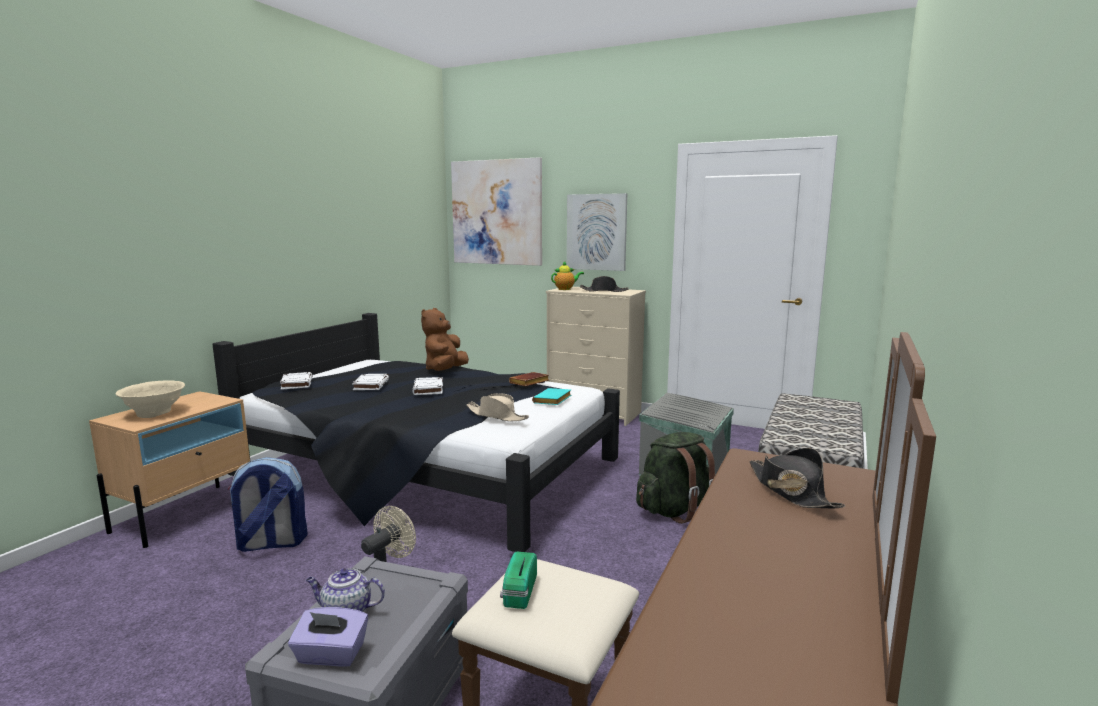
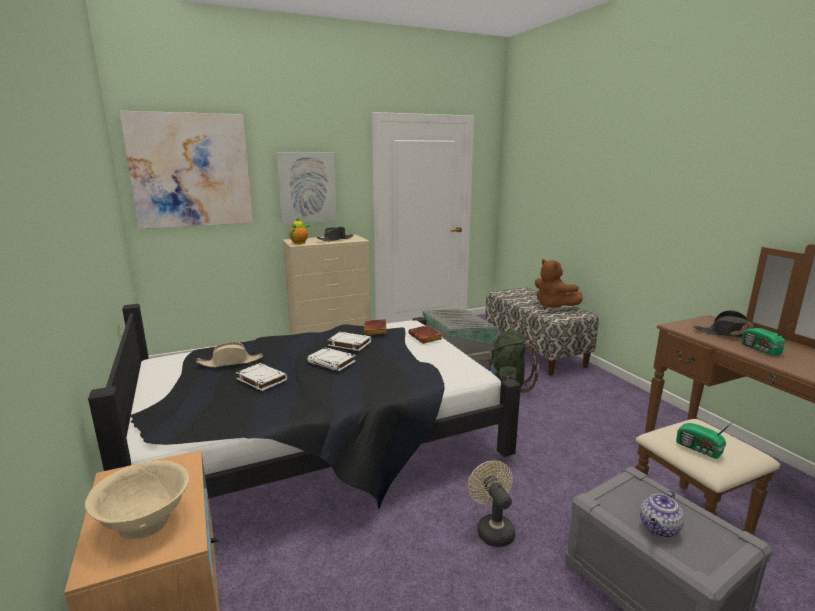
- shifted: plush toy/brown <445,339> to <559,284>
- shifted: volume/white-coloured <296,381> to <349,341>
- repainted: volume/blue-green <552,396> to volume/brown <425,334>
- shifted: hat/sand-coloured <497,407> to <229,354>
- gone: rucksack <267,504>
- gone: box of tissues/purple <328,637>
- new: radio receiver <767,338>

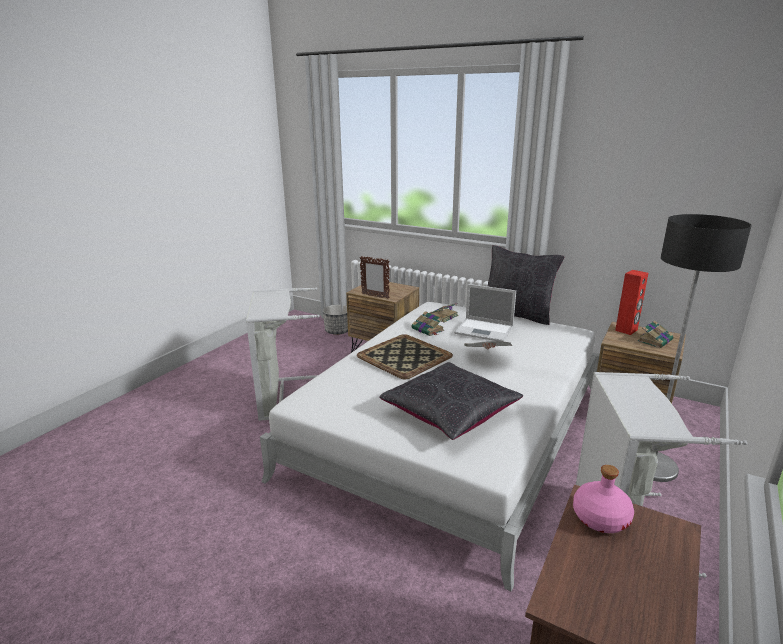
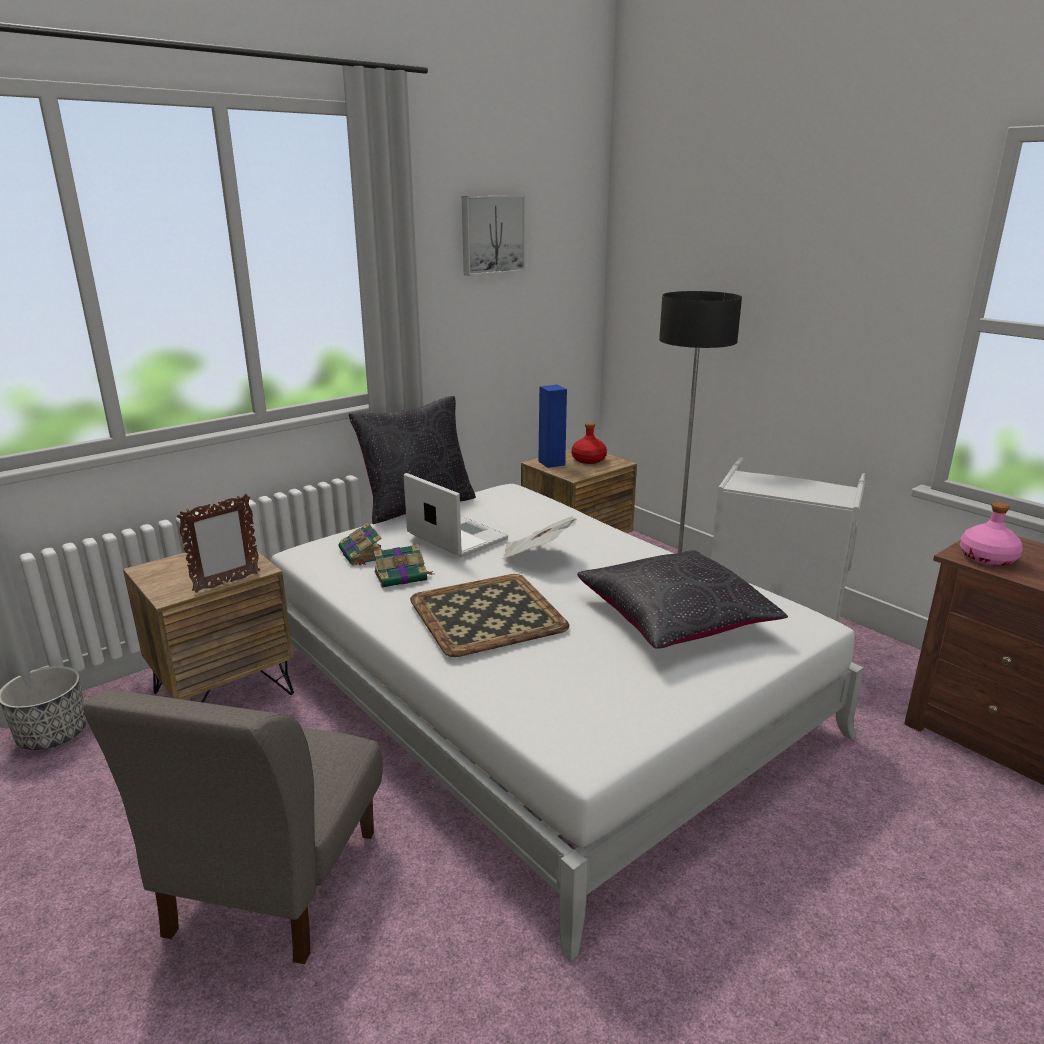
- repainted: speaker/red <631,302> to speaker/bluish <552,426>
- rotated: notebook computer <485,313> = <456,515> 90 degrees counterclockwise
- swapped: hamper/gray <283,354> to chair/gray <233,826>
- swapped: volume <655,334> to bottle/red <589,443>
- new: wall art <494,236>

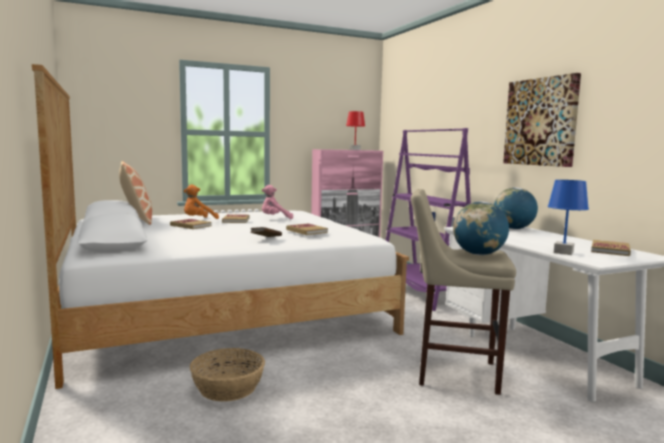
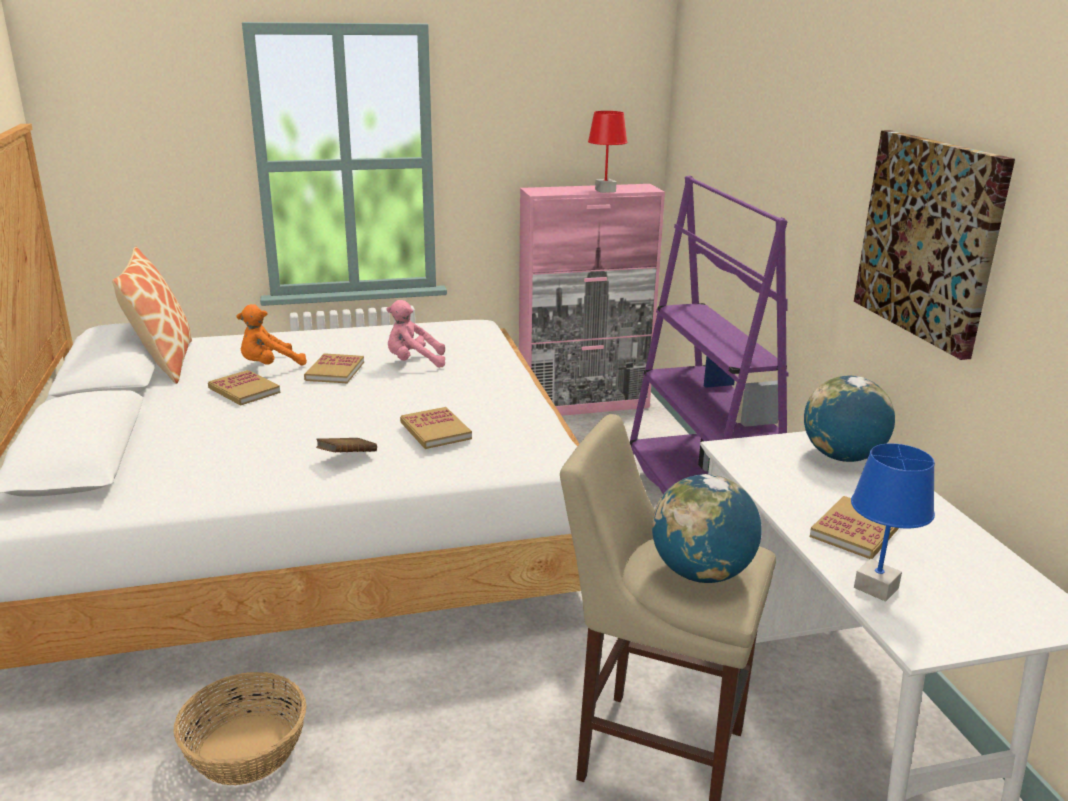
- shifted: volume <611,248> to <854,527>

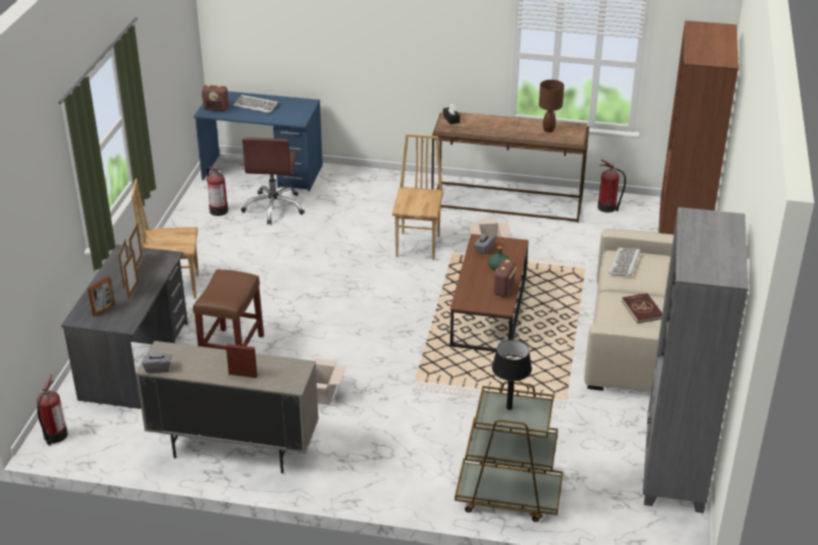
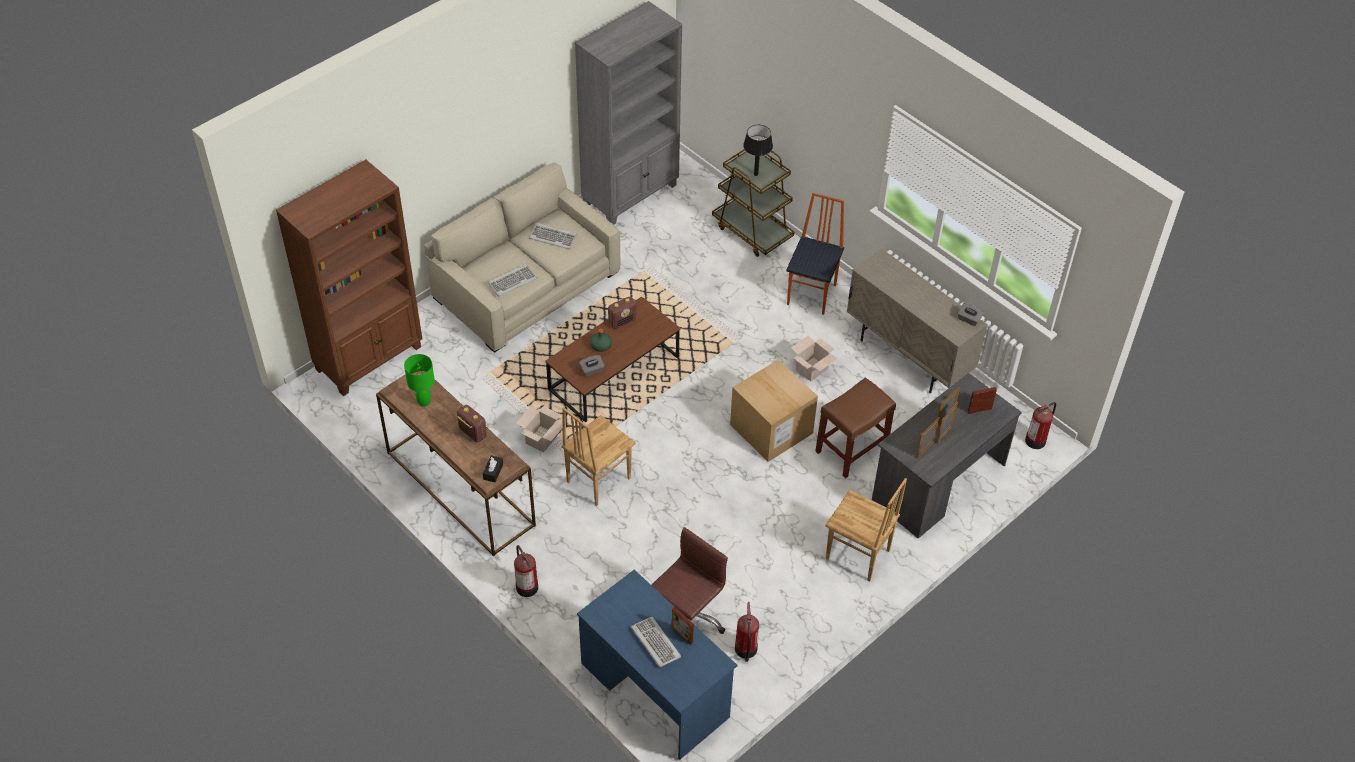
- repainted: table lamp/brown <551,106> to table lamp/greenish <419,380>
- shifted: radio receiver <215,97> to <471,423>
- shifted: fire-fighting cylinder <612,186> to <526,571>
- swapped: volume/red <642,308> to computer keyboard <553,236>
- shifted: picture frame <241,361> to <683,626>
- new: chair <815,254>
- new: carton <774,411>

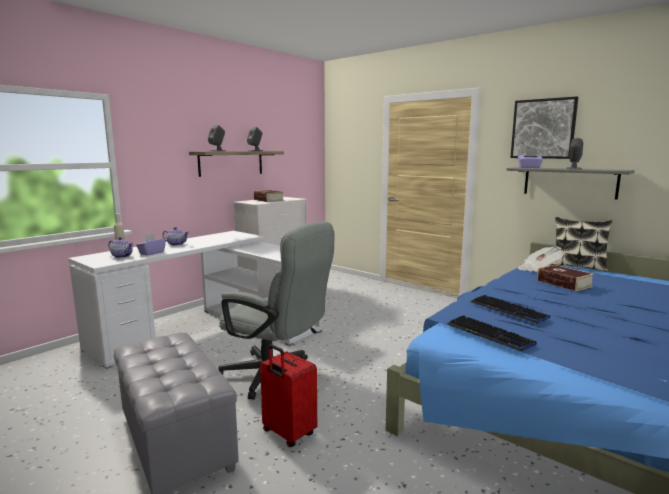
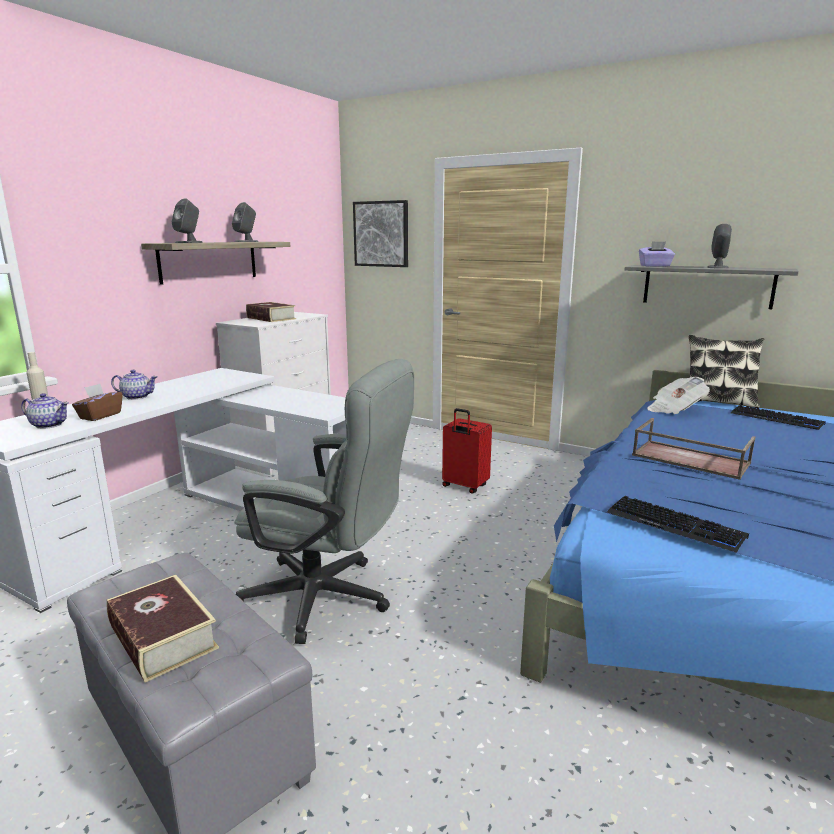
- shifted: wall art <544,128> to <380,233>
- repainted: box of tissues/purple <151,244> to box of tissues/brown <97,402>
- shifted: volume <565,278> to <163,628>
- shifted: computer keyboard <510,309> to <778,417>
- shifted: suitcase/red <288,395> to <467,451>
- new: tray/brown <693,449>

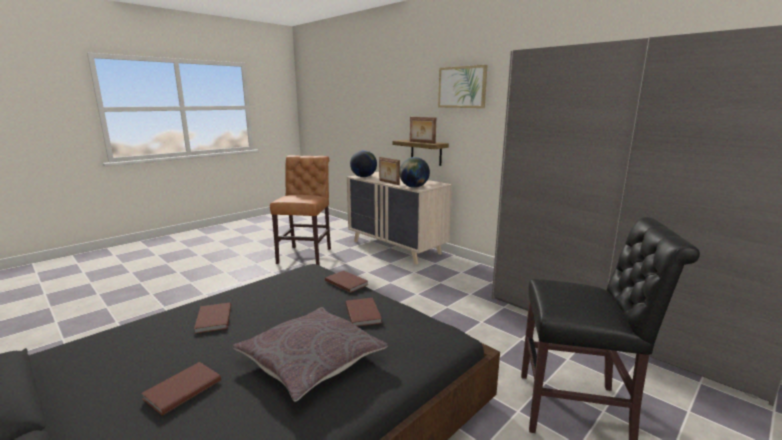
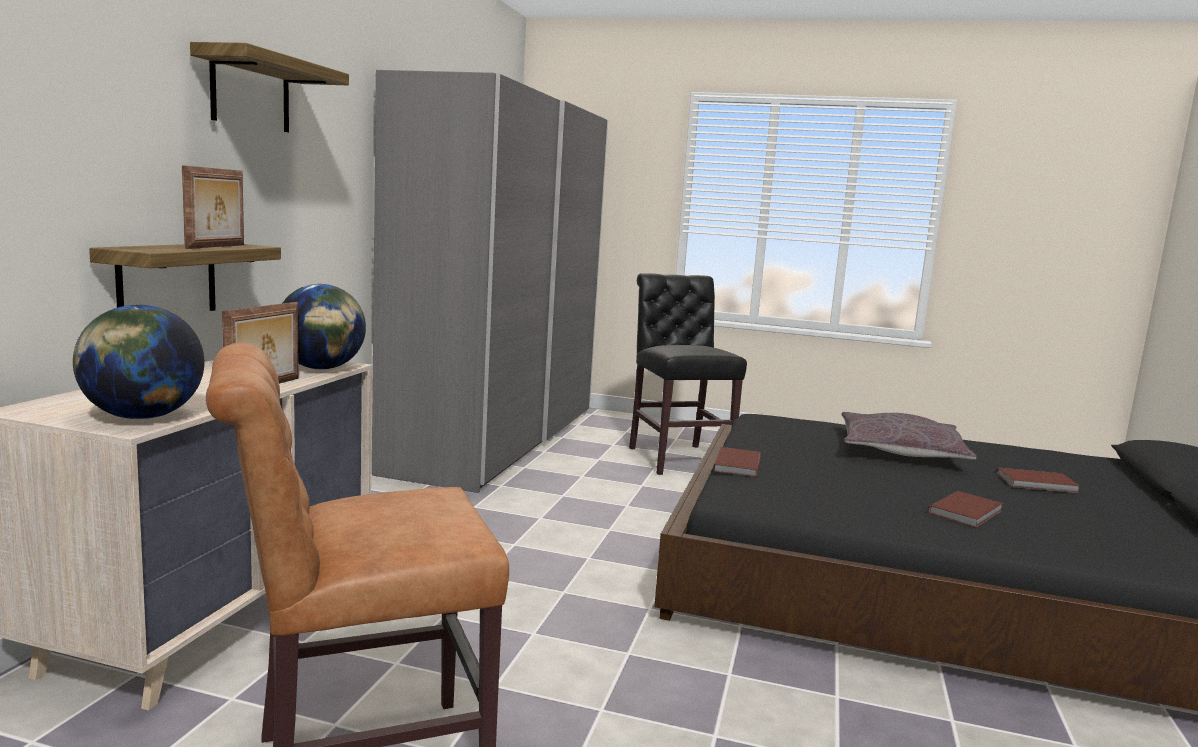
- swapped: wall art <463,86> to bracket shelf <269,87>
- gone: volume/brown <363,312>

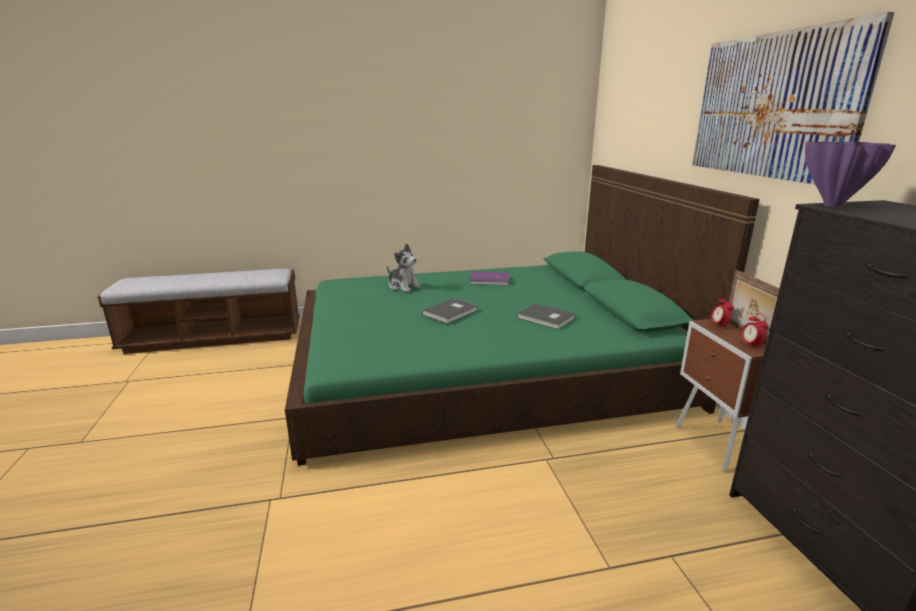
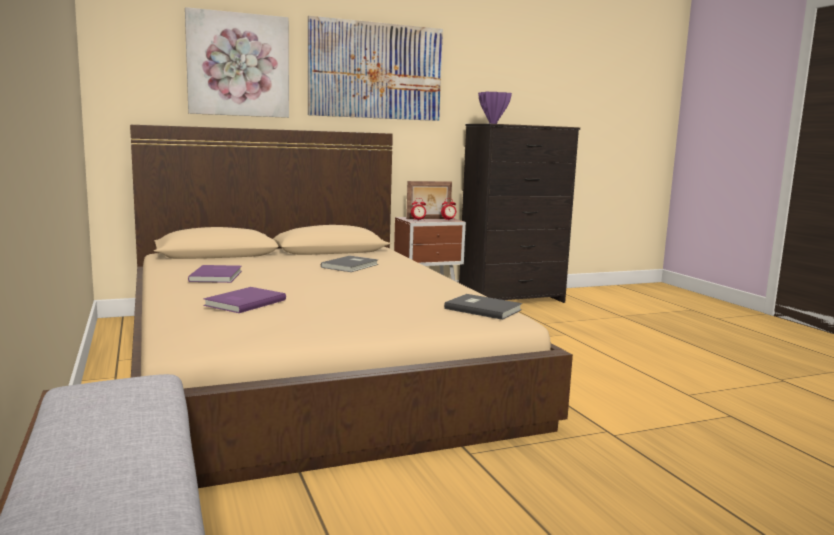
- repainted: bedroom bed/greenish <522,315> to bedroom bed/sand-coloured <351,306>
- swapped: plush toy <404,268> to volume/purple <244,300>
- shifted: volume/gray <449,311> to <483,307>
- new: wall art <237,62>

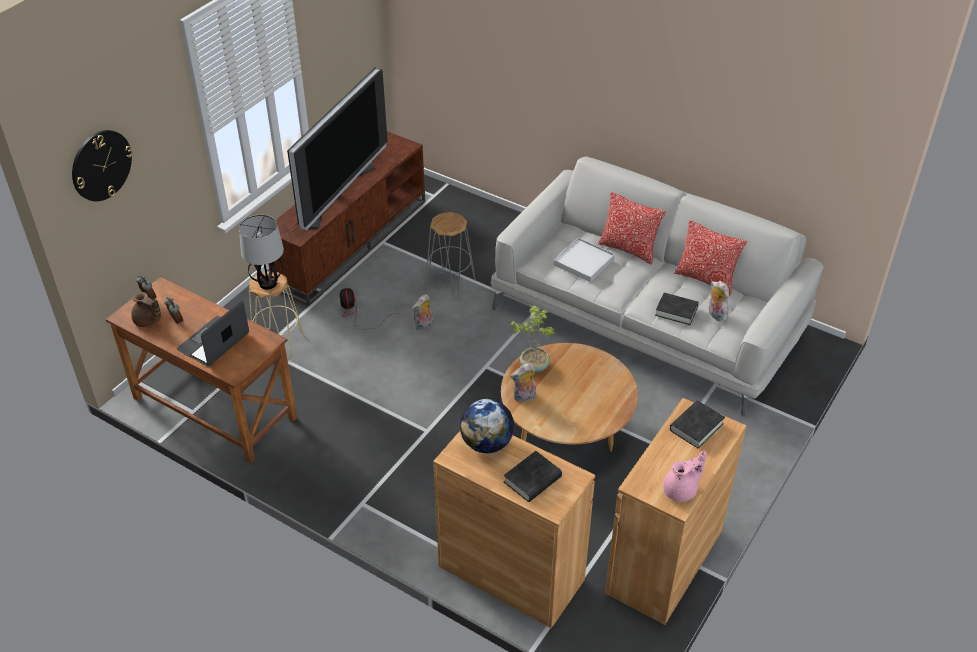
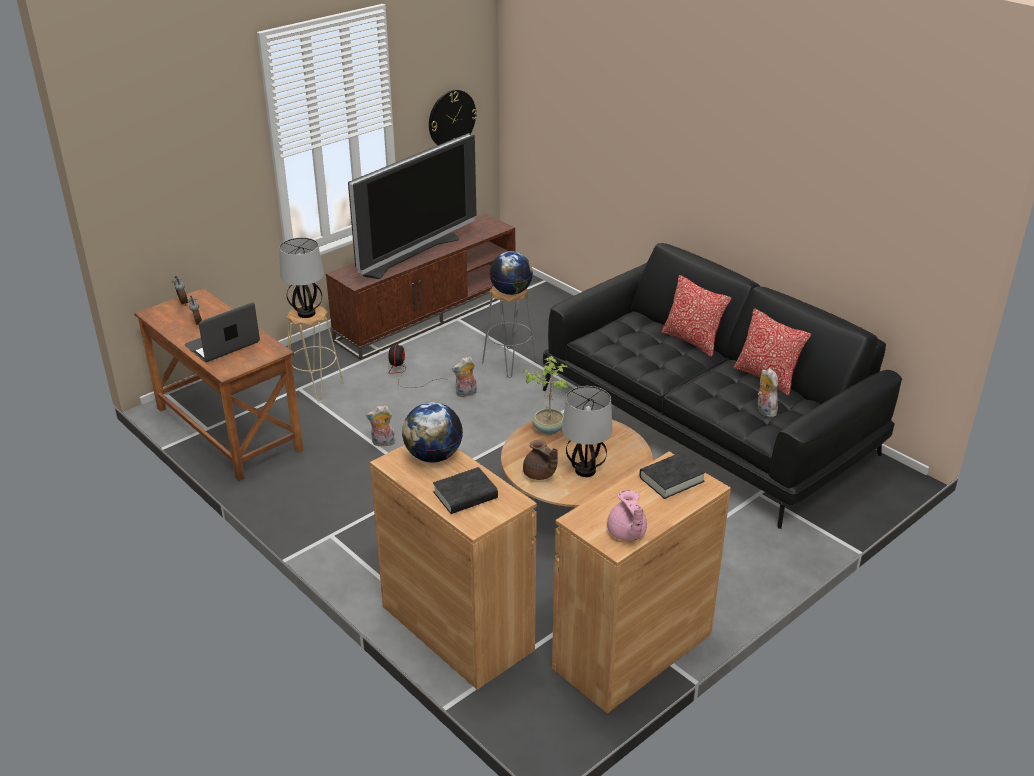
- shifted: clock on the wall <102,165> to <453,117>
- repainted: sofa/white-coloured <657,286> to sofa/black <722,386>
- gone: tray/white-coloured <584,260>
- shifted: pot for tea/brown <146,309> to <540,460>
- gone: volume/black <677,309>
- shifted: plush toy <523,382> to <381,426>
- rotated: pot for tea/pinkish <684,476> = <627,515> 90 degrees clockwise
- new: world globe <511,273>
- new: table lamp <587,431>

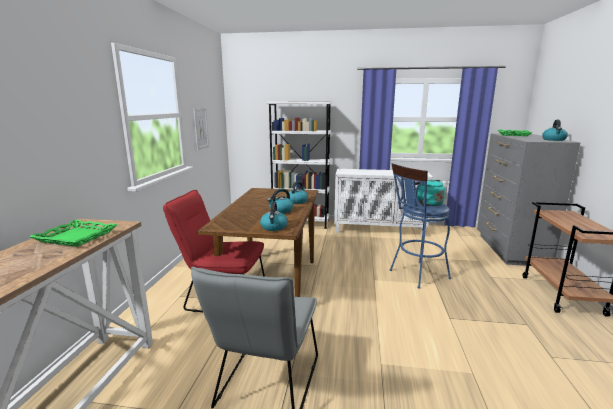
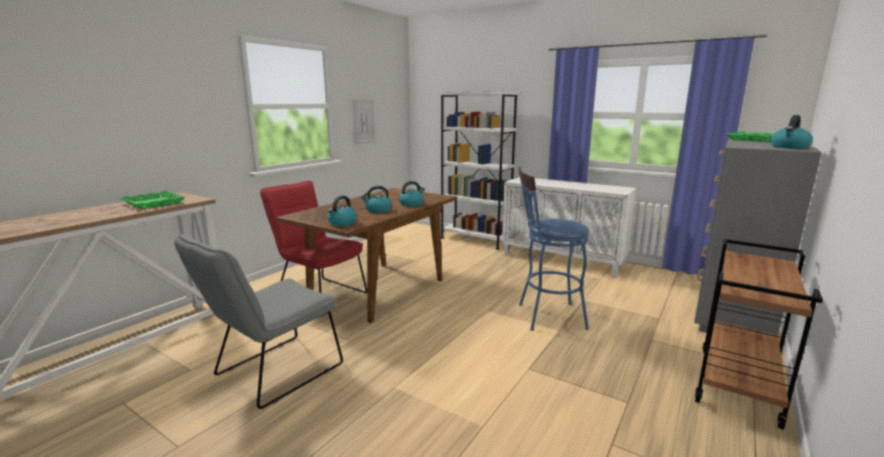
- gone: water kettle/blue-green <430,192>

